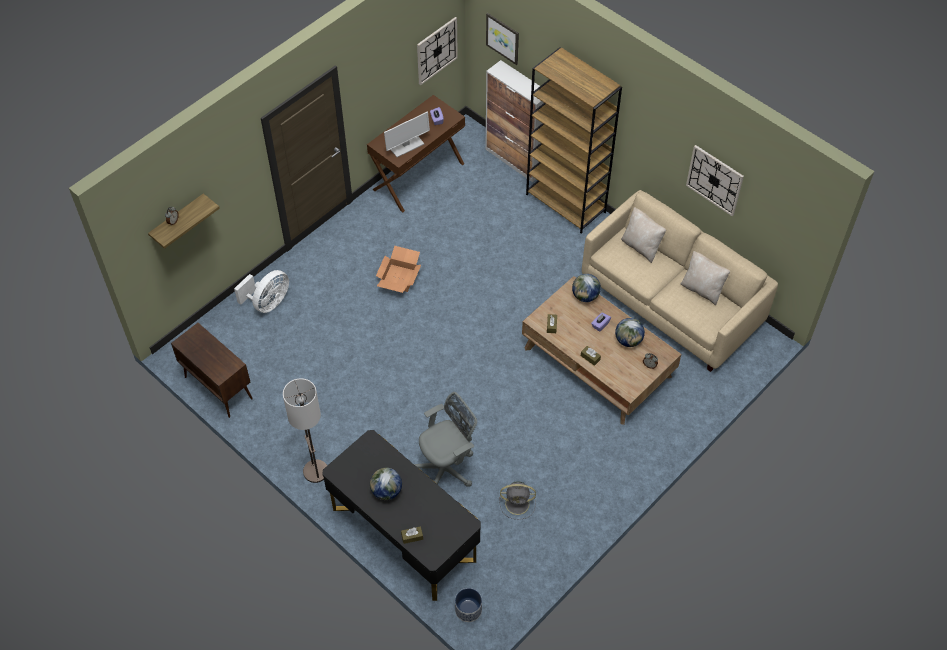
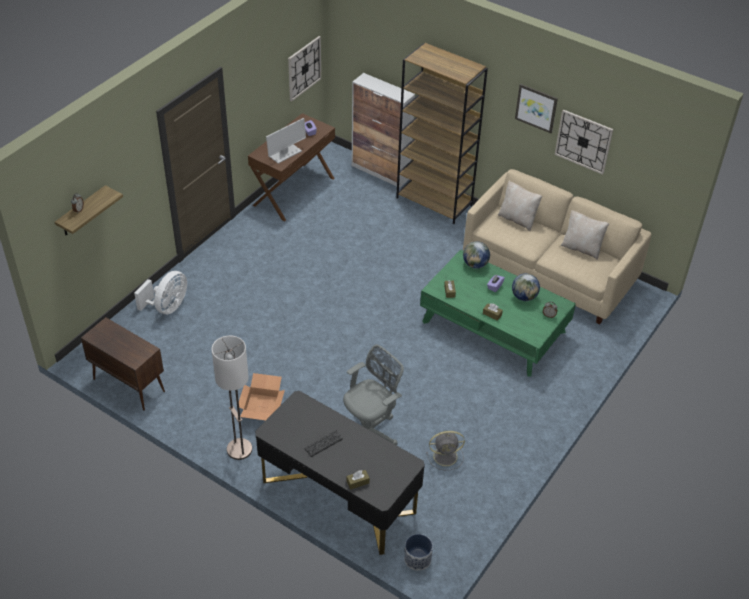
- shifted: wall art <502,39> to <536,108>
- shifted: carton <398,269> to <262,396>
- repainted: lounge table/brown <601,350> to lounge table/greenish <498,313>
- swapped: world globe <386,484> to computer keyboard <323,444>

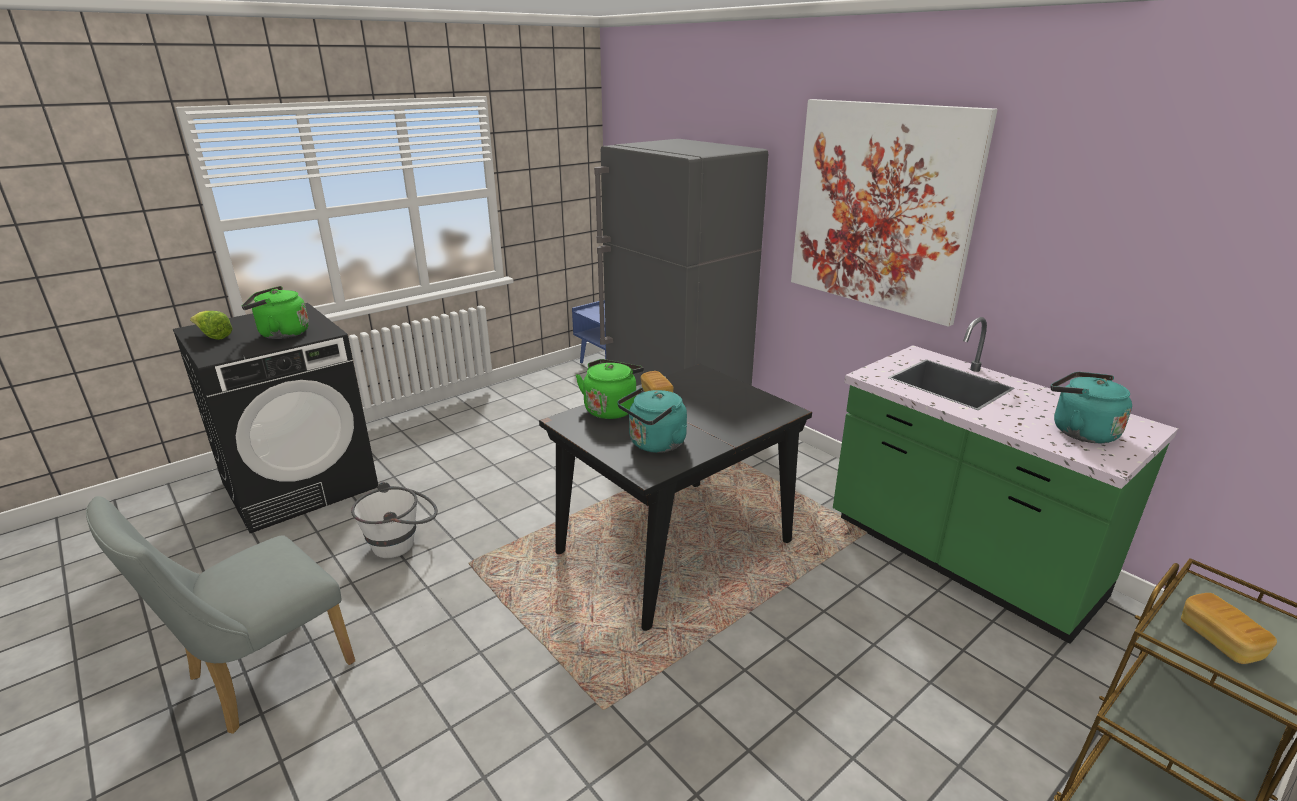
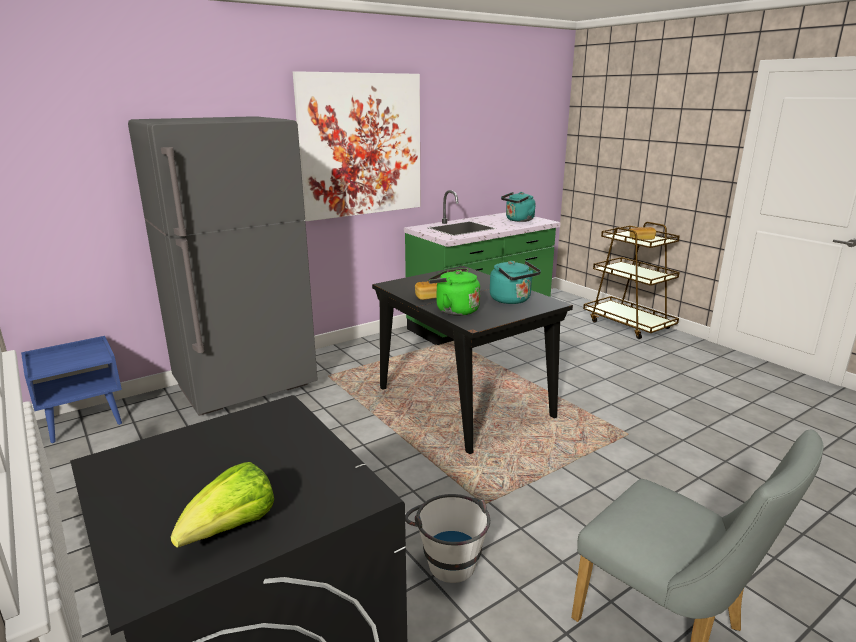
- gone: water kettle/greenish <275,312>

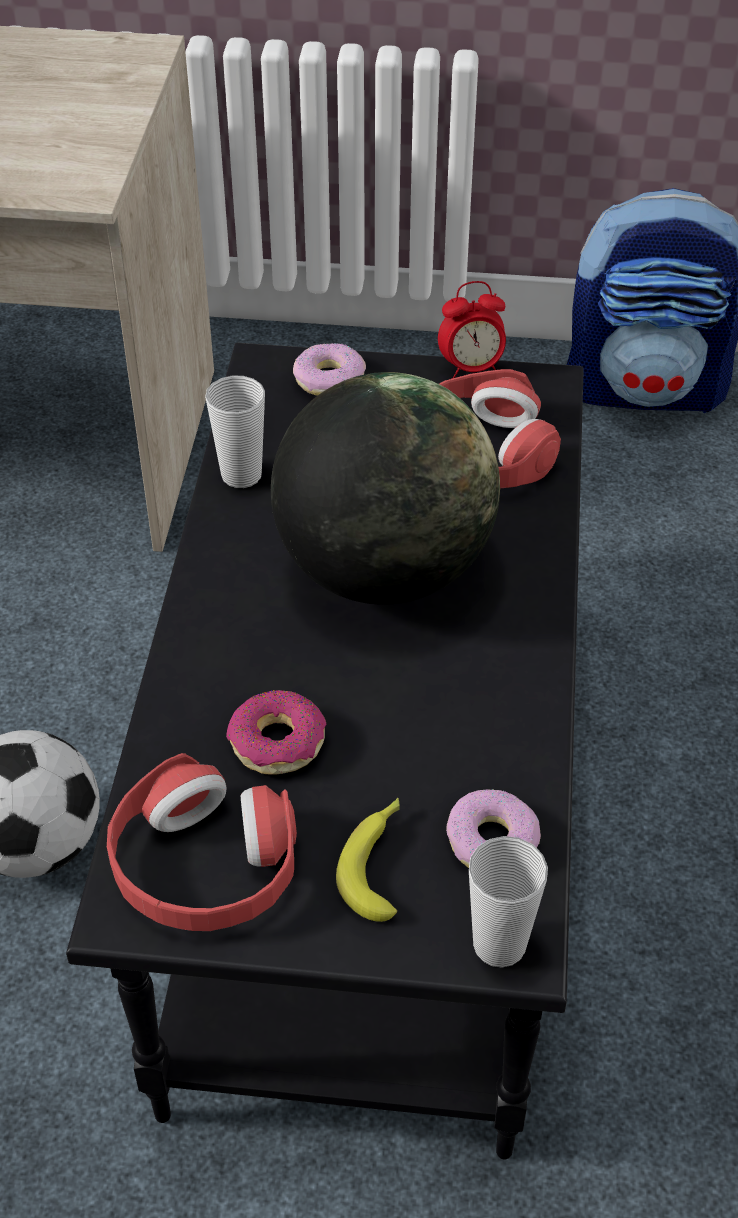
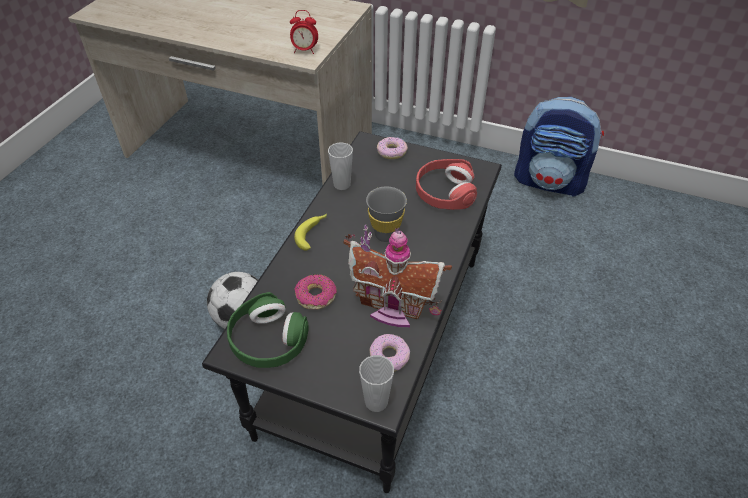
- shifted: table clock <472,330> to <304,32>
- swapped: world globe <385,488> to cup/gray <386,214>
- repainted: pair of headphones/red <202,842> to pair of headphones/greenish <268,330>
- shifted: whole banana <368,860> to <310,232>
- new: model house <397,276>

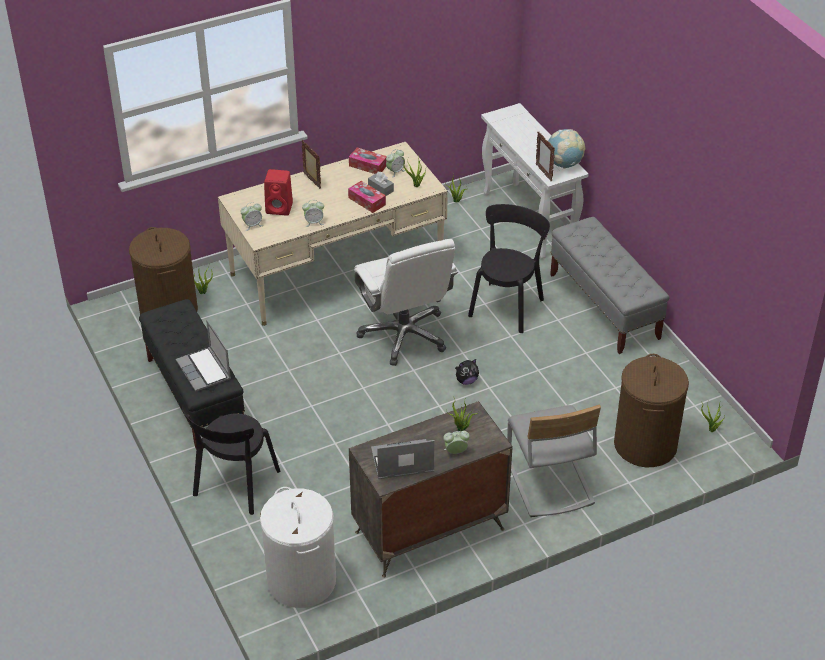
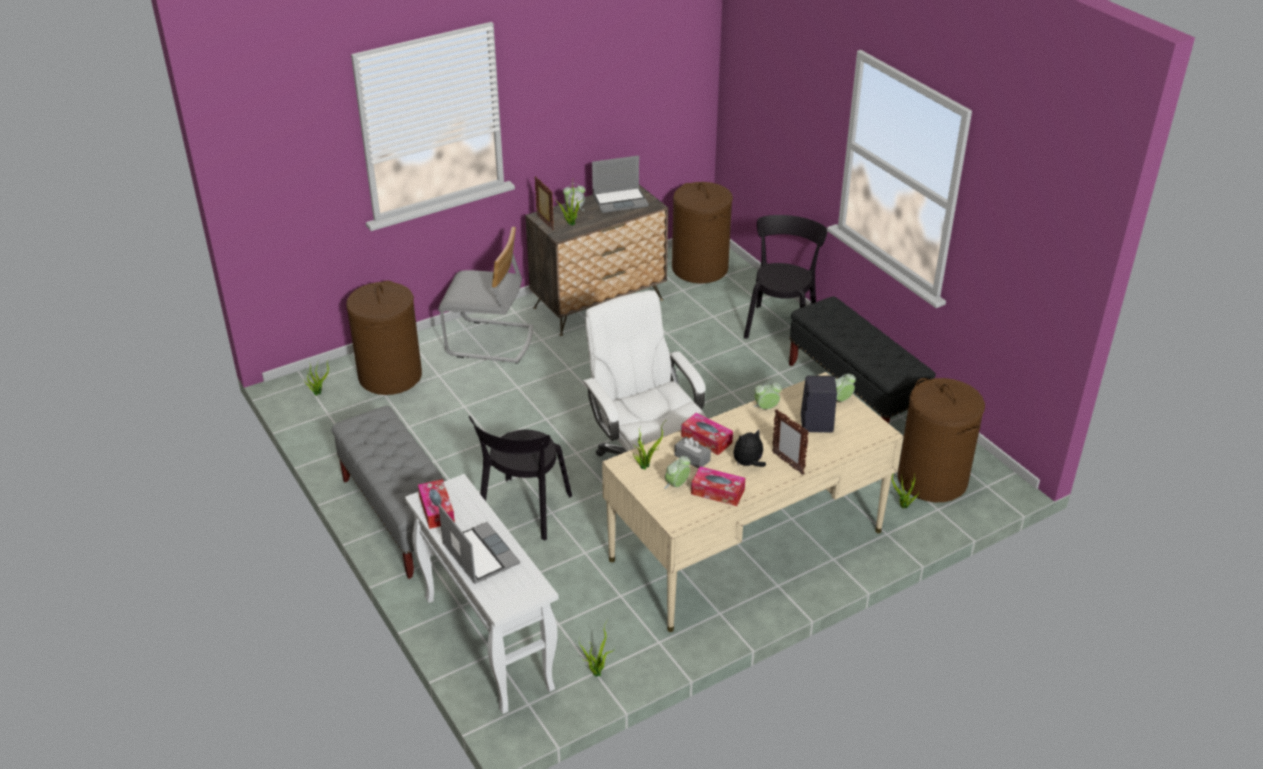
- swapped: world globe <566,149> to box of tissues <436,504>
- shifted: picture frame <545,156> to <544,203>
- repainted: speaker/red <278,192> to speaker/black <819,404>
- shifted: notebook computer <203,355> to <479,544>
- shifted: plush toy <467,372> to <749,448>
- rotated: chair/gray <554,461> = <485,295> 120 degrees clockwise
- repainted: hamper/white-coloured <298,547> to hamper/brown <702,232>

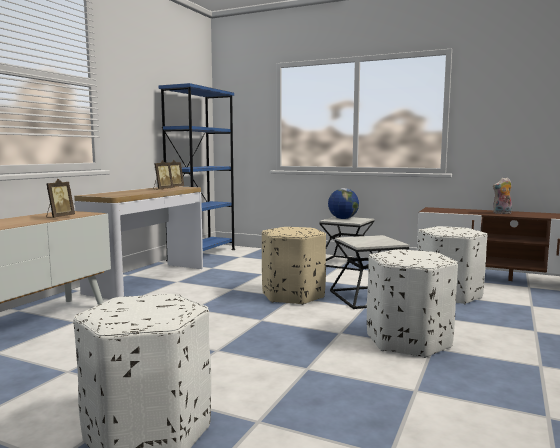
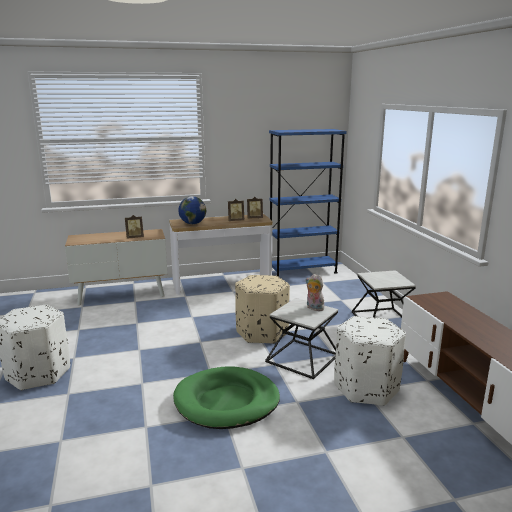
- shifted: plush toy <502,195> to <315,292>
- shifted: world globe <343,203> to <192,210>
- swapped: pouffe/white-coloured <412,303> to dog cushion/greenish <226,398>

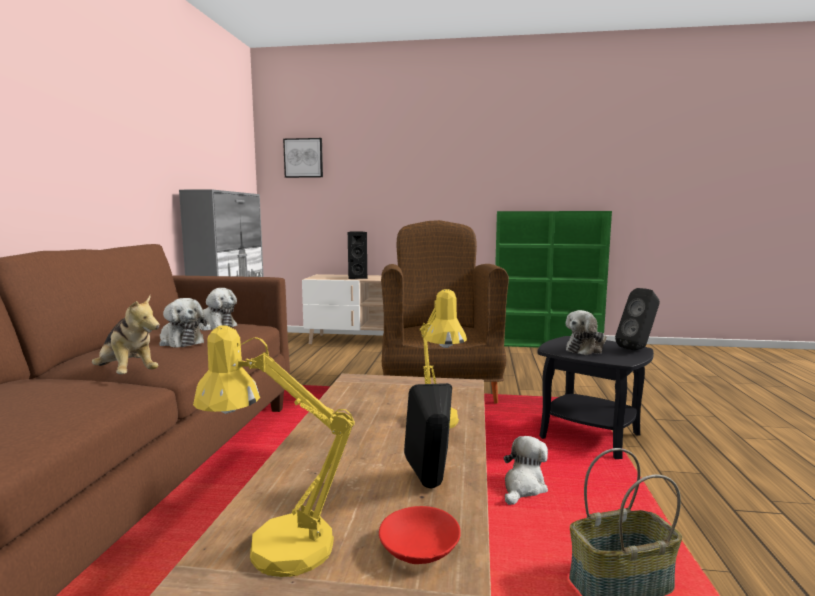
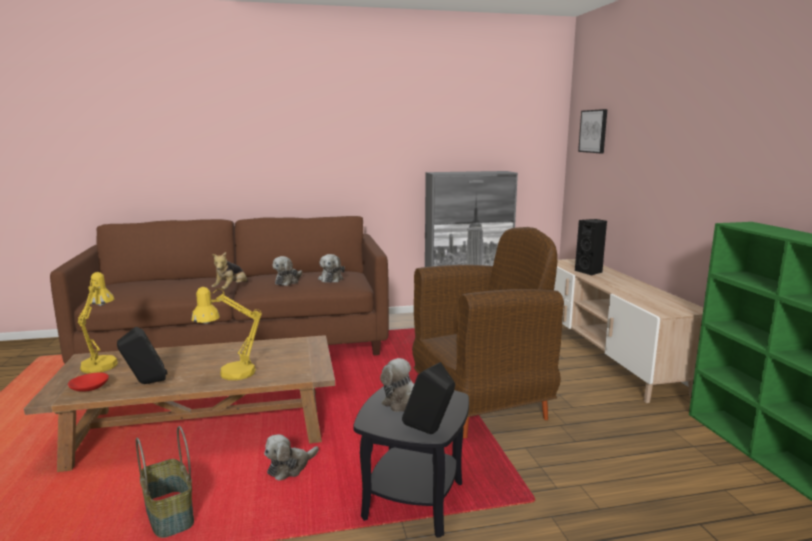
- rotated: plush toy <526,470> = <291,457> 120 degrees clockwise

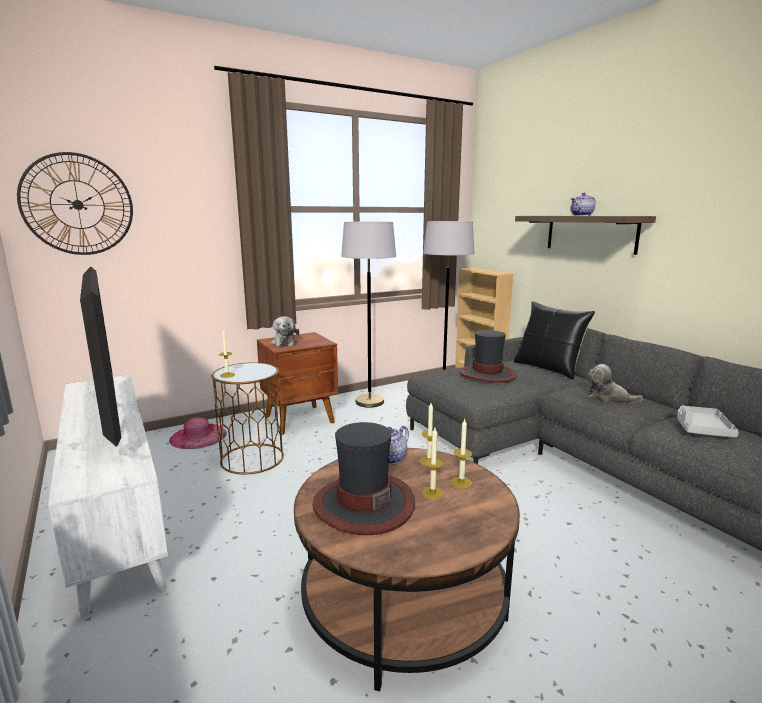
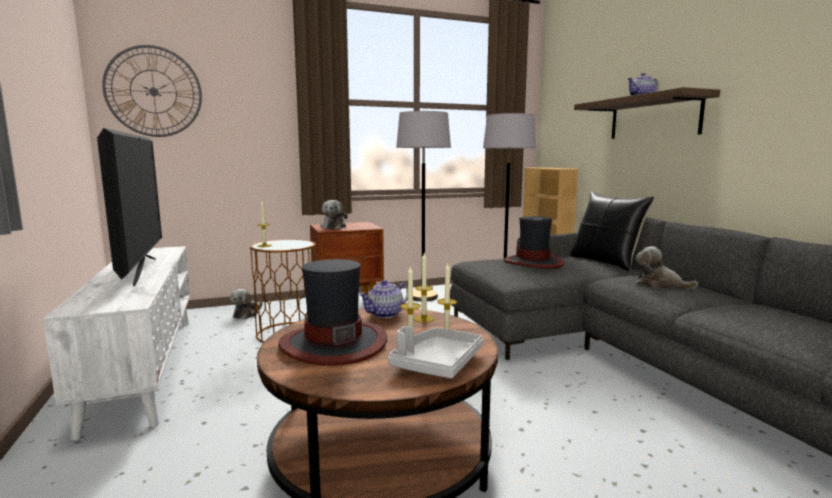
- shifted: tray/gray <708,422> to <435,352>
- swapped: hat/pinkish <198,433> to plush toy <246,304>

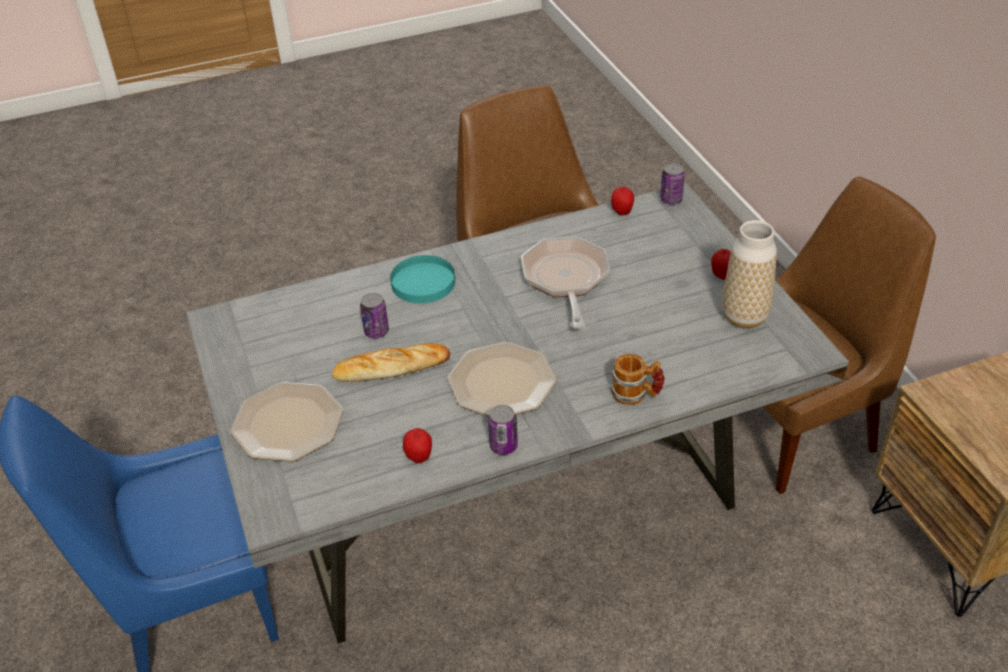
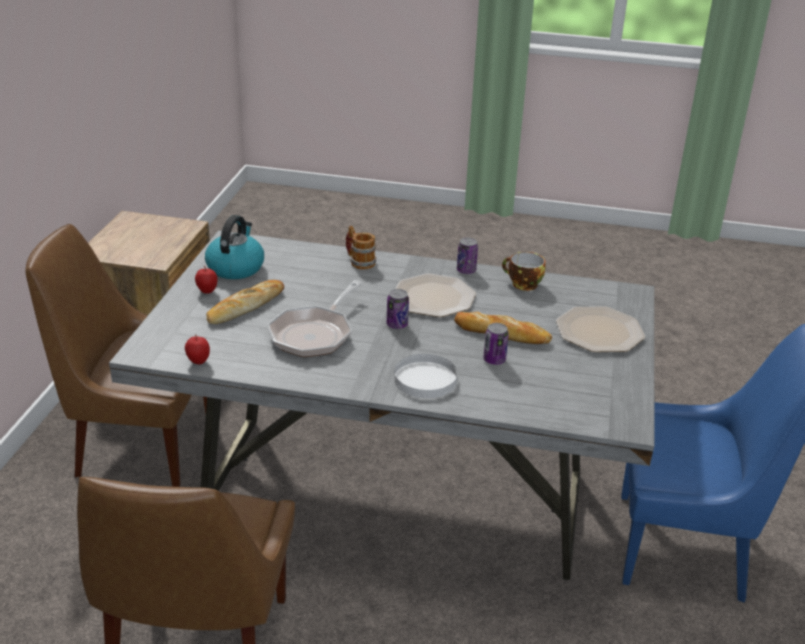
- shifted: metal can <672,183> to <398,309>
- swapped: vase <749,274> to water kettle <234,247>
- repainted: flat dish/blue-green <422,279> to flat dish/white-coloured <425,376>
- swapped: apple <417,445> to cup <523,271>
- new: baked bread <245,302>

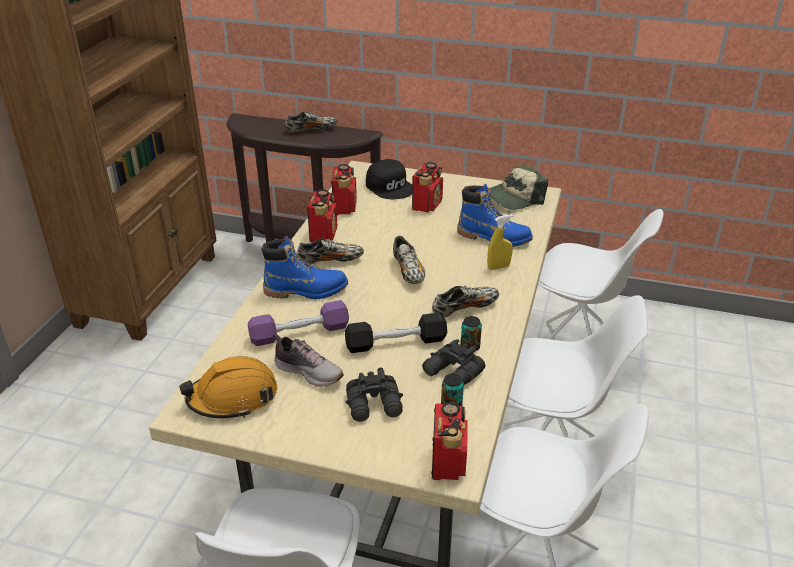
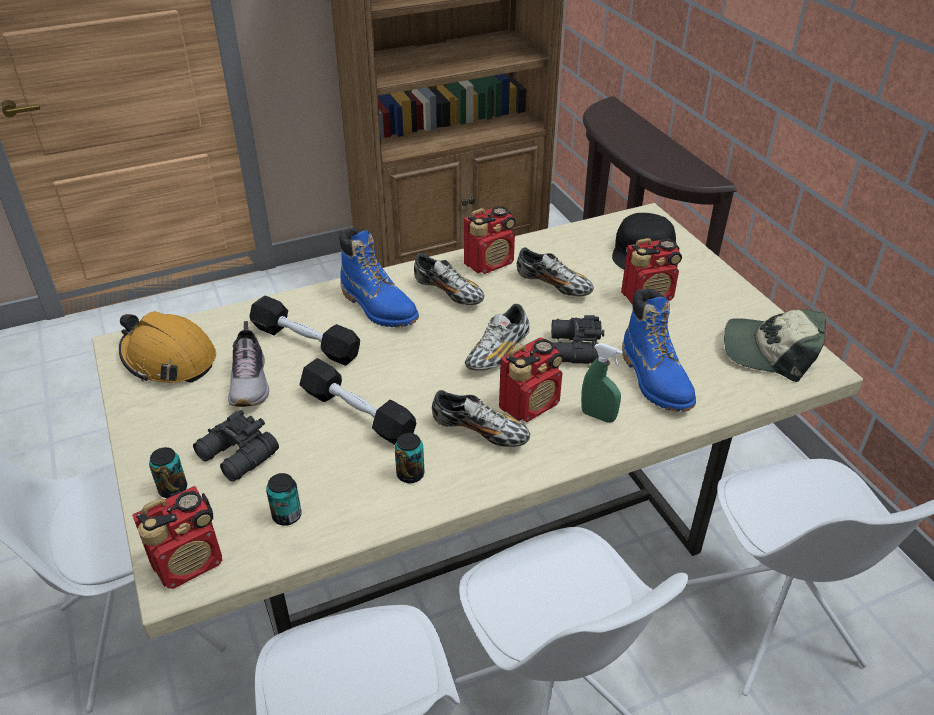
- shifted: item of footwear <311,122> to <555,271>
- shifted: radio receiver <344,189> to <531,379>
- repainted: spray bottle/yellow <500,242> to spray bottle/greenish <602,383>
- repainted: hand weight/purple <298,323> to hand weight/black <305,331>
- shifted: binoculars/black <453,362> to <577,339>
- new: metal can <168,472>

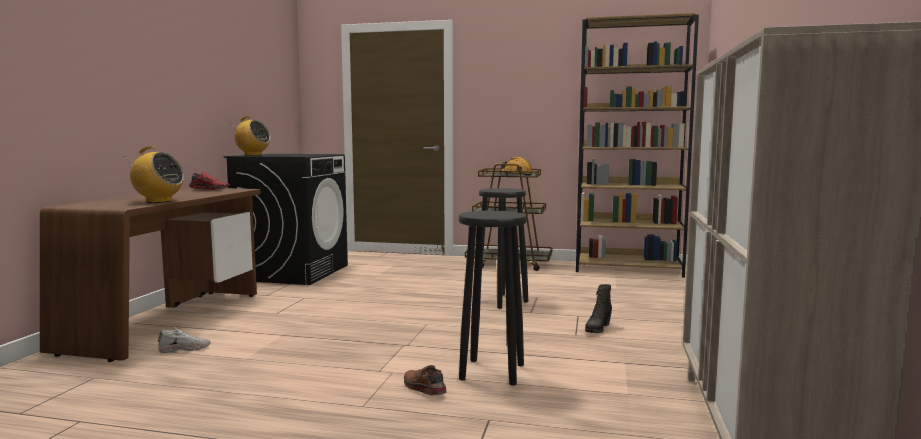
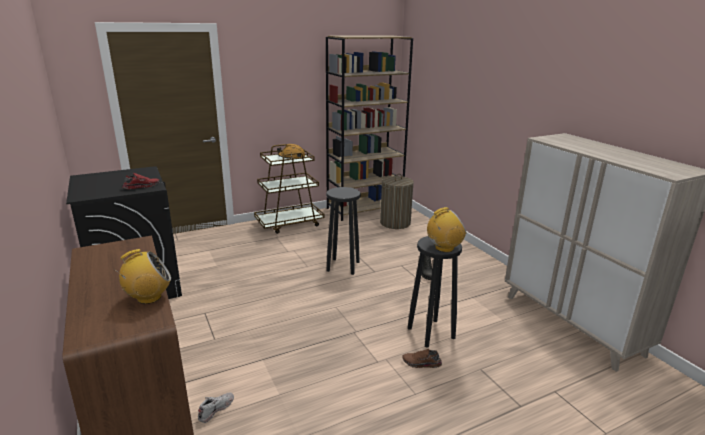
- shifted: radio receiver <252,136> to <446,229>
- shifted: item of footwear/red <209,181> to <141,181>
- new: hamper <397,201>

